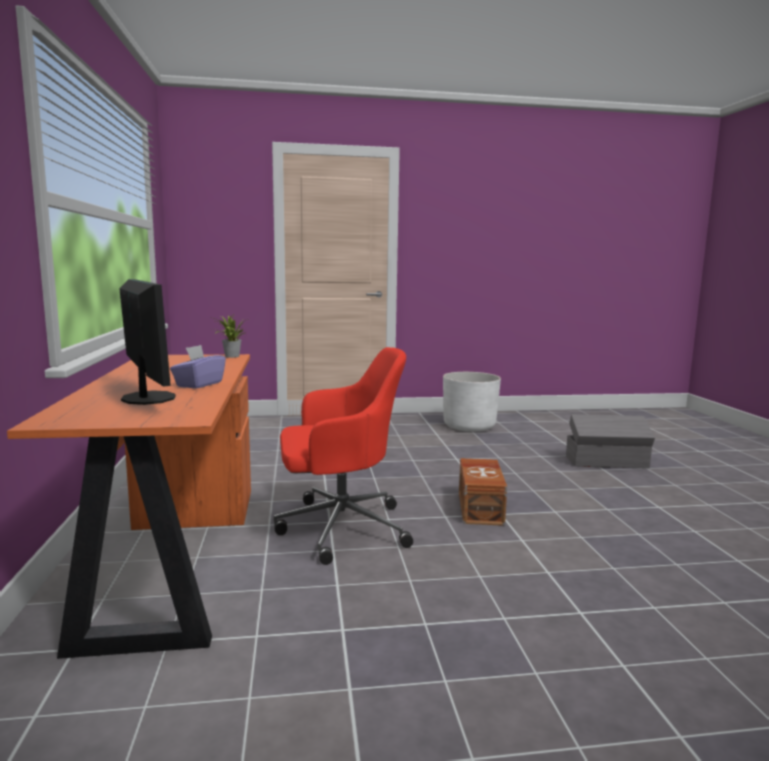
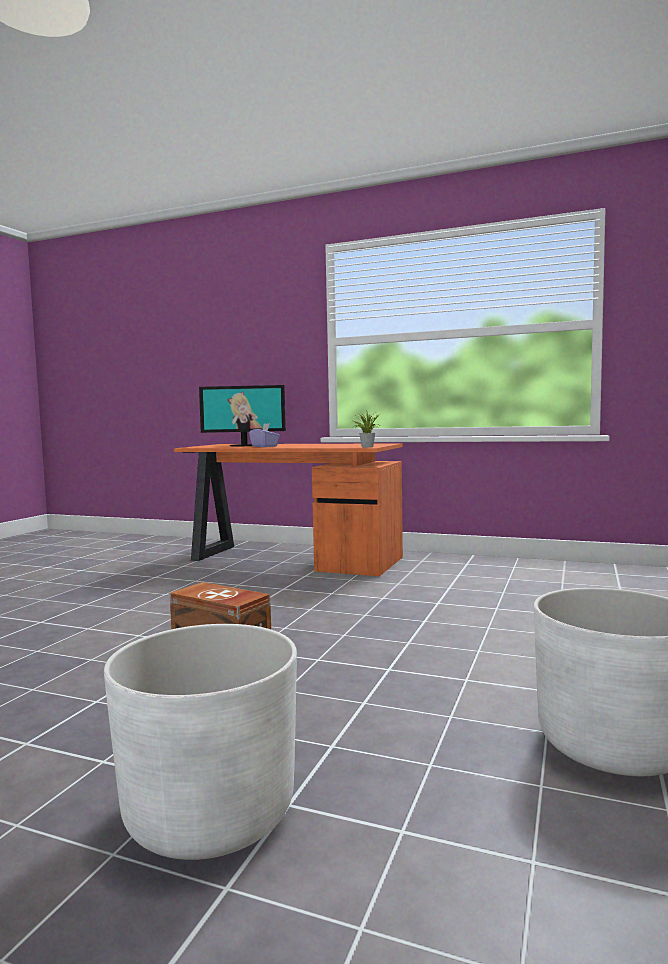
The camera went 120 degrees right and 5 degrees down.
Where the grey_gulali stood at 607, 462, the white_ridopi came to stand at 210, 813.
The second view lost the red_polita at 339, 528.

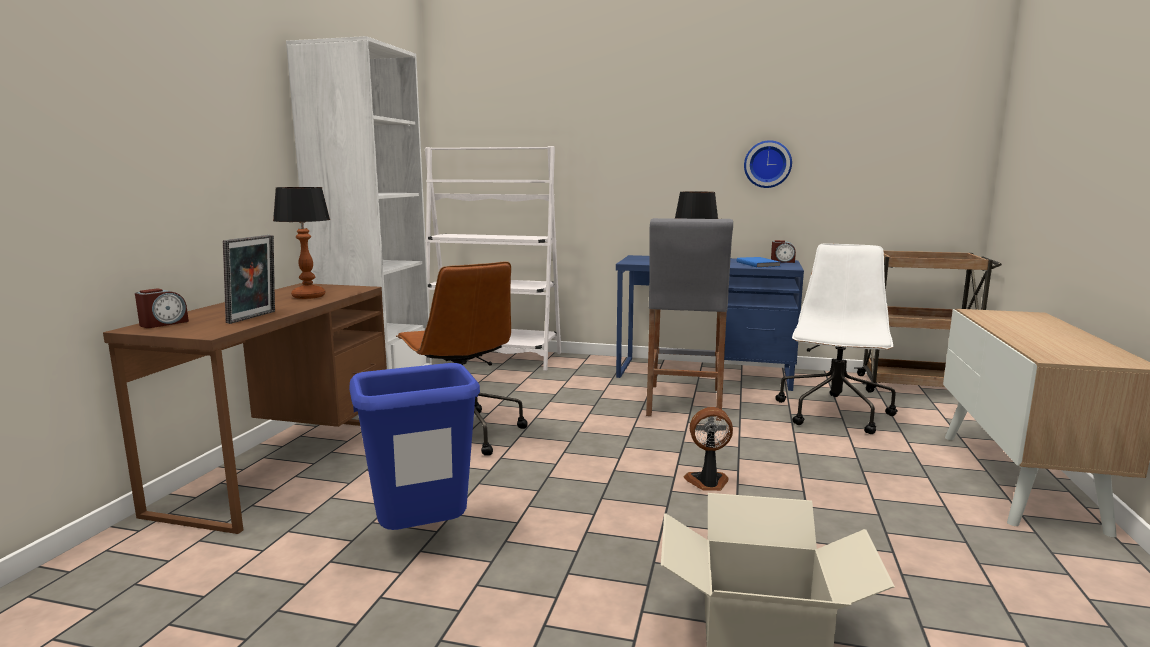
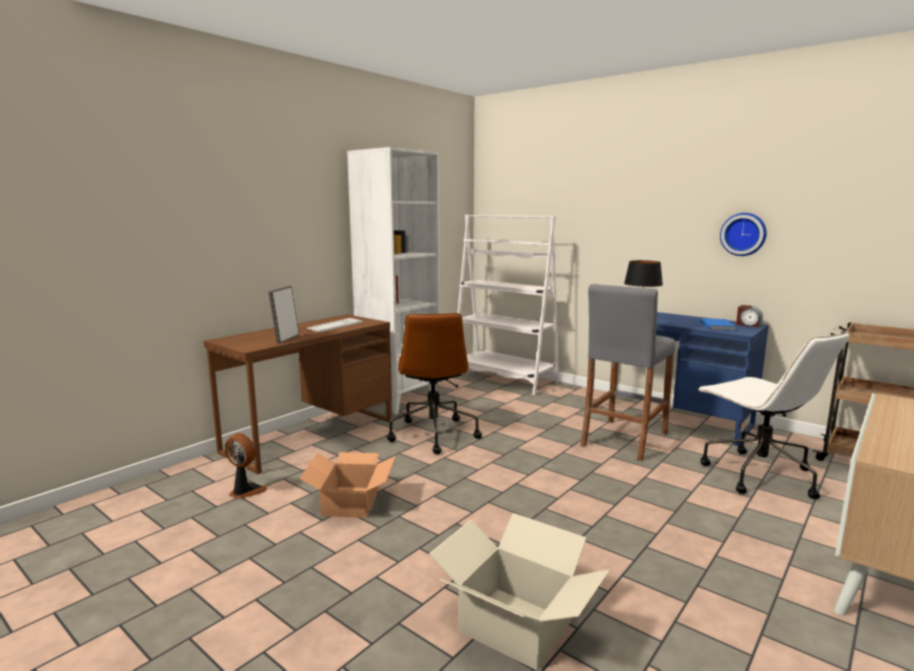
The camera went 25 degrees right and 0 degrees up.
The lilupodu ended up elsewhere, having gone from 707, 483 to 245, 491.
The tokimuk at 254, 317 ended up facing another way, 150 degrees clockwise from before.
Where the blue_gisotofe stood at 421, 539, the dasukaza came to stand at 350, 502.
Where the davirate stood at 308, 296, the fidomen came to stand at 336, 326.
The white_polita at 834, 414 ended up facing another way, 105 degrees clockwise from before.
The second view lost the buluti at 163, 323.

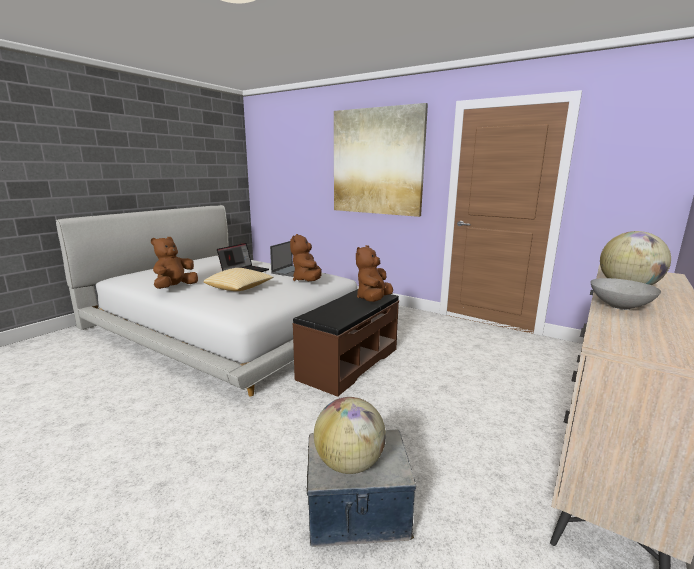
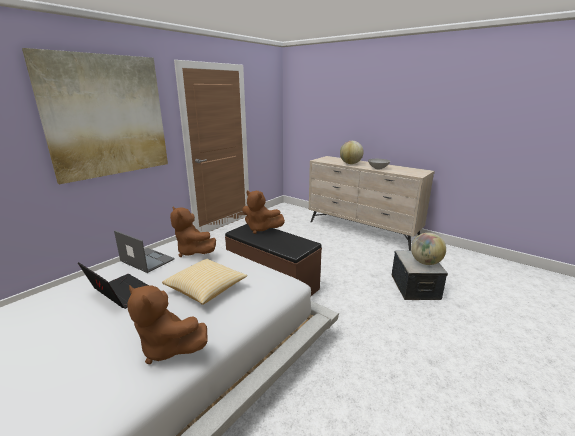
The camera went 85 degrees left and 5 degrees up.
The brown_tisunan at 307, 280 ended up facing another way, 45 degrees clockwise from before.

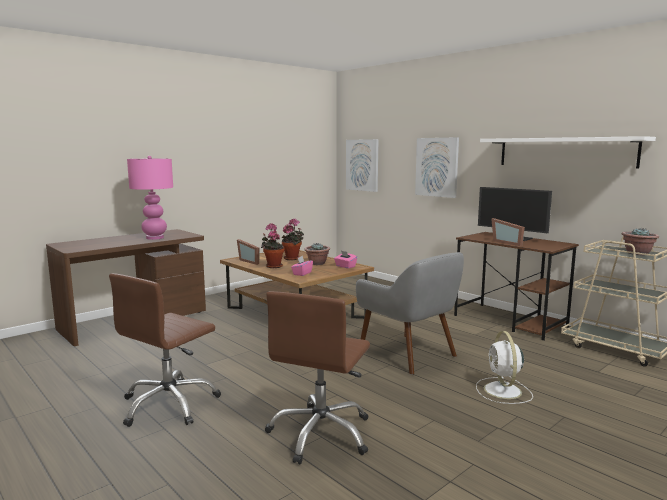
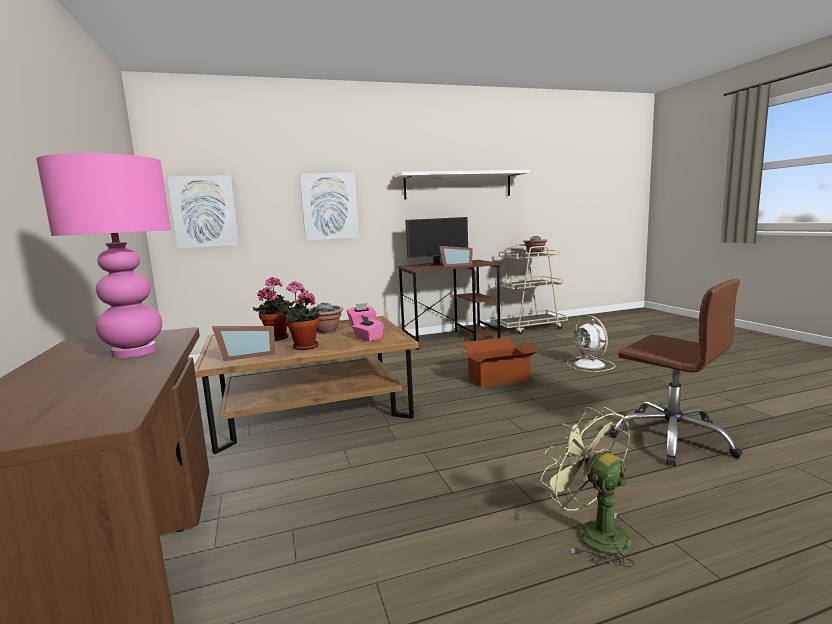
The camera went 65 degrees left and 0 degrees up.
Where the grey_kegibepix stood at 408, 354, the dasukaza came to stand at 499, 379.
Where the brown_polita stood at 169, 404, the green_lilupodu came to stand at 592, 533.
The white_lilupodu at 503, 391 ended up facing another way, 45 degrees clockwise from before.

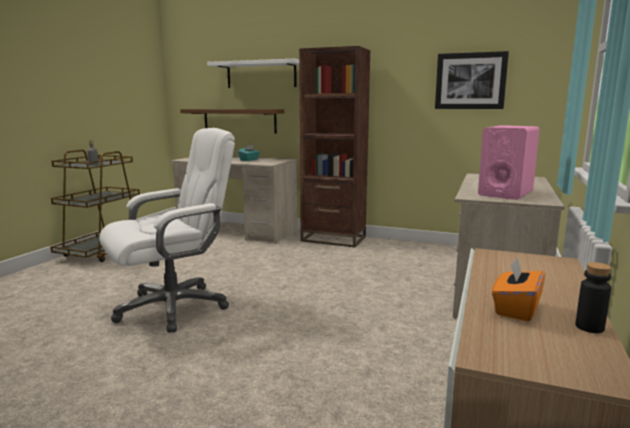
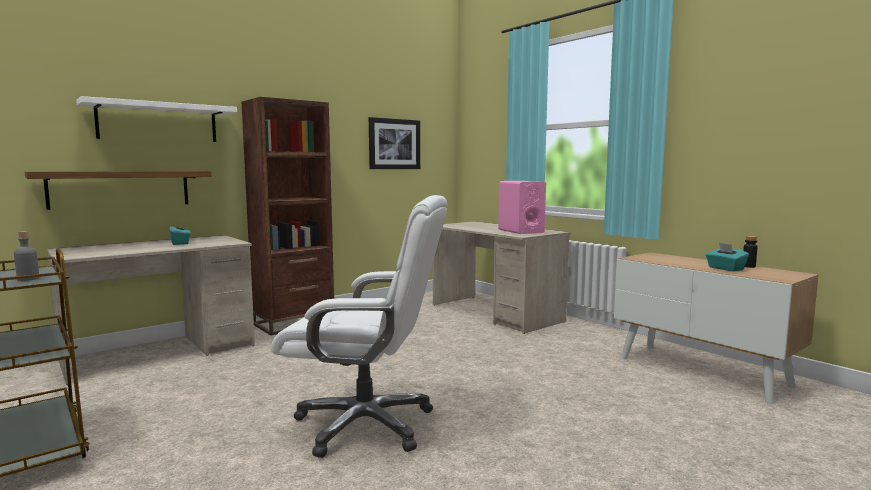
The camera went 60 degrees left and 5 degrees down.
The white_polita at 173, 307 ended up facing another way, 105 degrees clockwise from before.
What was the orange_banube at 516, 309 turned into the turquoise_banube at 725, 269.

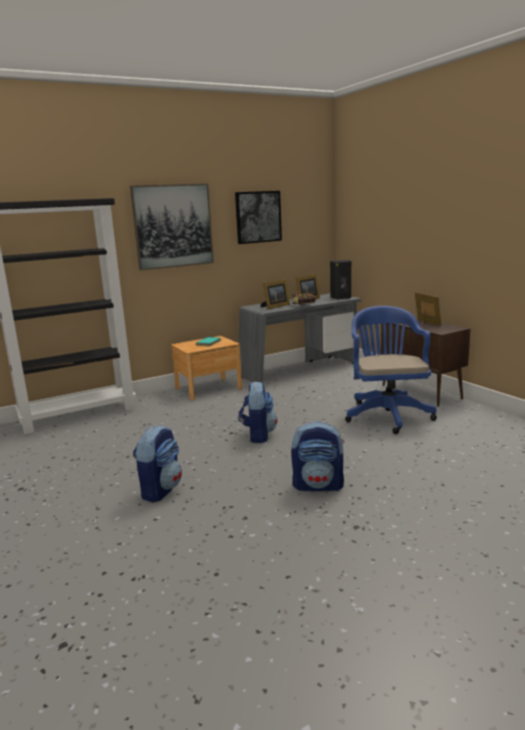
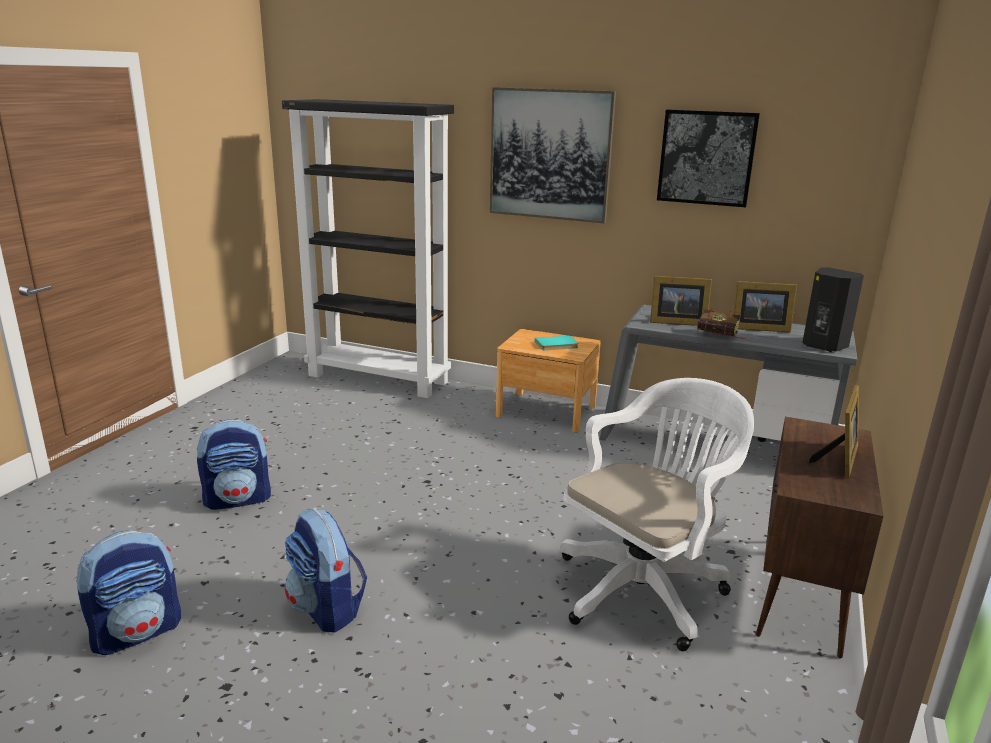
The camera went 50 degrees right and 5 degrees up.
The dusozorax ended up elsewhere, having gone from 258, 435 to 137, 632.
What was the blue_polita at 387, 414 turned into the white_polita at 645, 587.

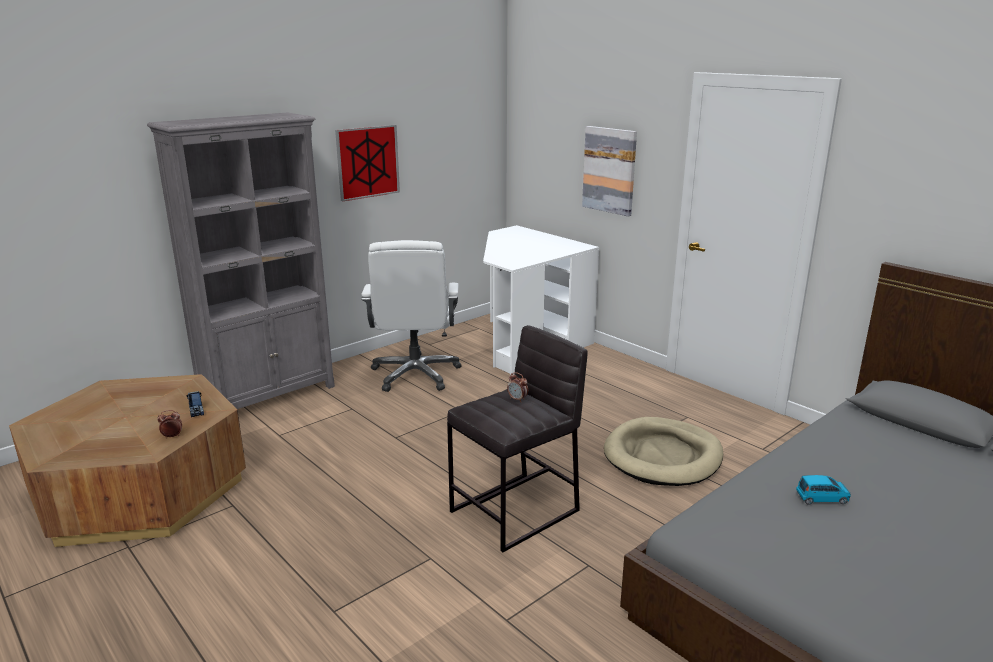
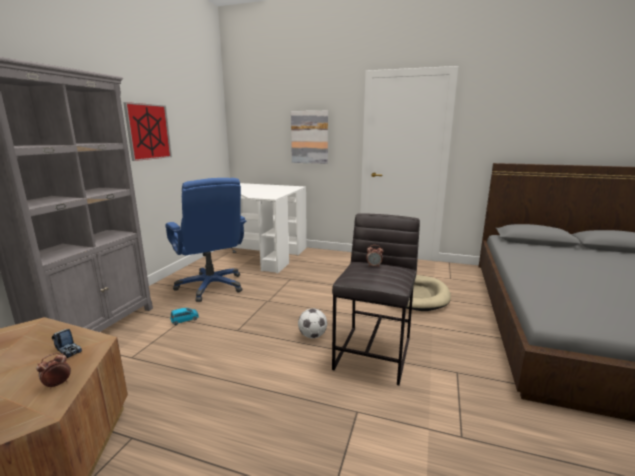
The camera went 30 degrees left and 5 degrees down.
What was the white_polita at 415, 374 turned into the blue_polita at 211, 286.
The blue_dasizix ended up elsewhere, having gone from 822, 498 to 185, 320.
The second view gained the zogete at 312, 336.

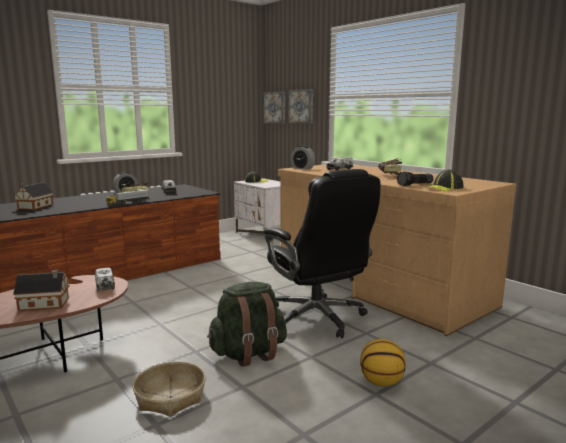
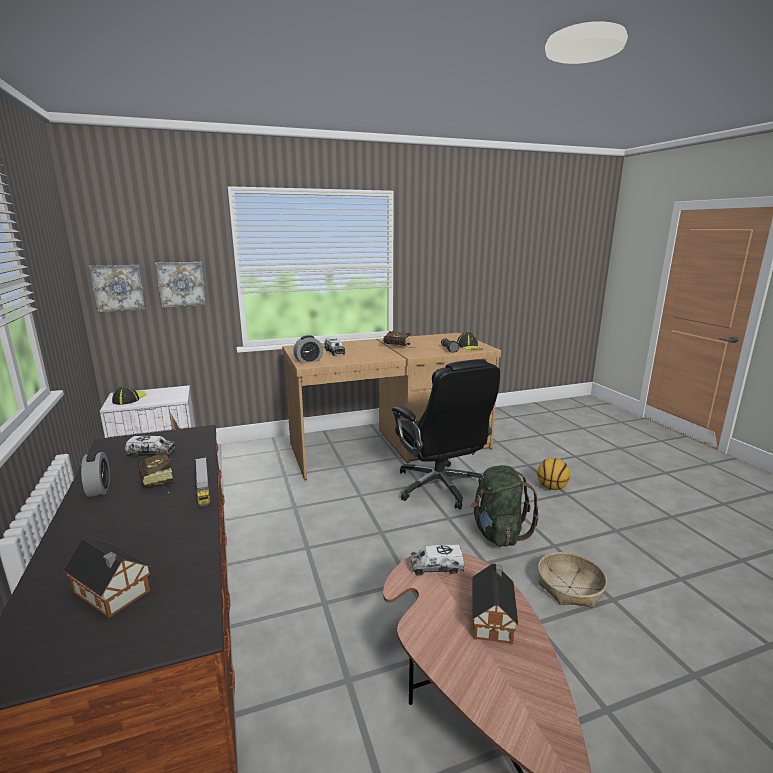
The camera went 70 degrees left and 5 degrees up.
The black_polita at 318, 318 ended up facing another way, 75 degrees clockwise from before.

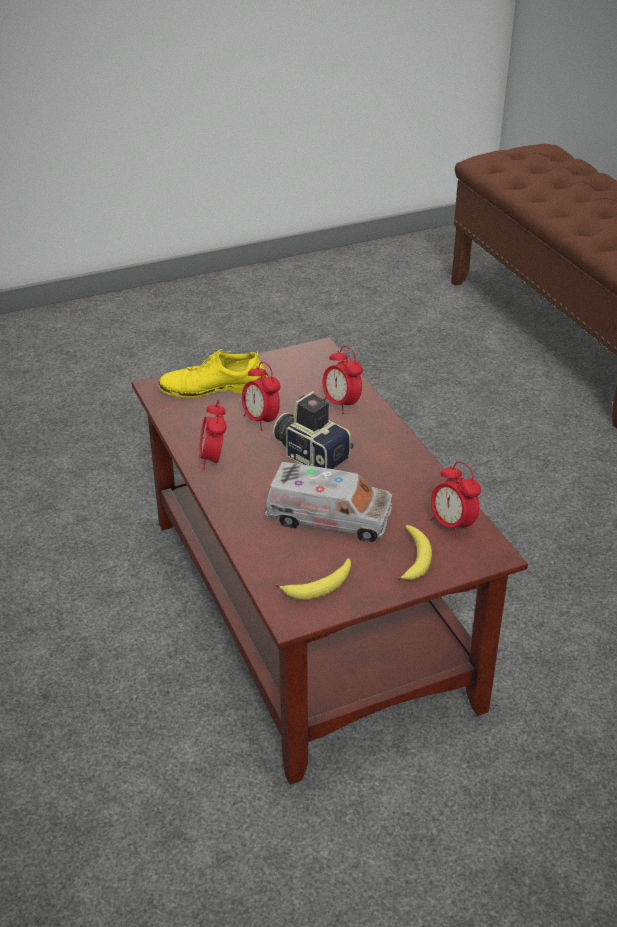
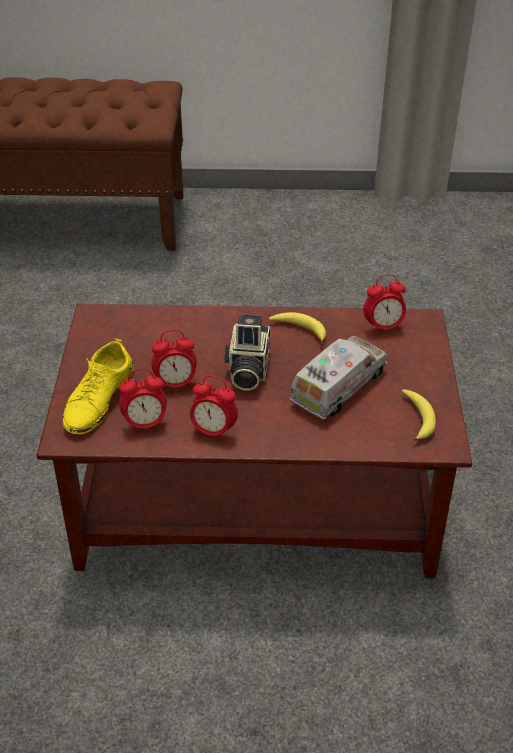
The camera went 65 degrees left and 5 degrees up.
The buluti ended up elsewhere, having gone from 341, 404 to 145, 424.
The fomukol at 311, 454 ended up facing another way, 60 degrees counterclockwise from before.
The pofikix ended up elsewhere, having gone from 414, 558 to 300, 329.

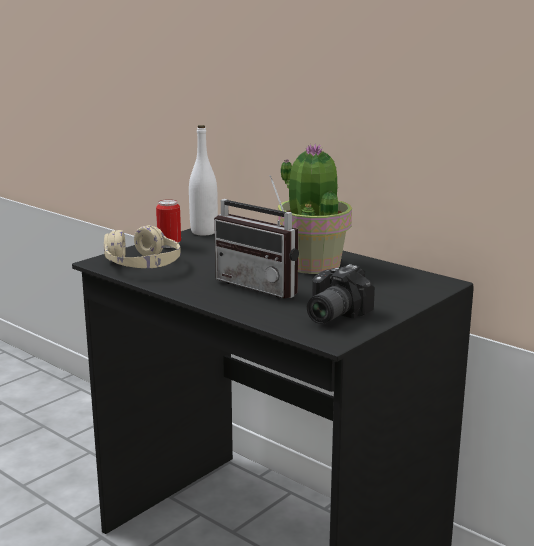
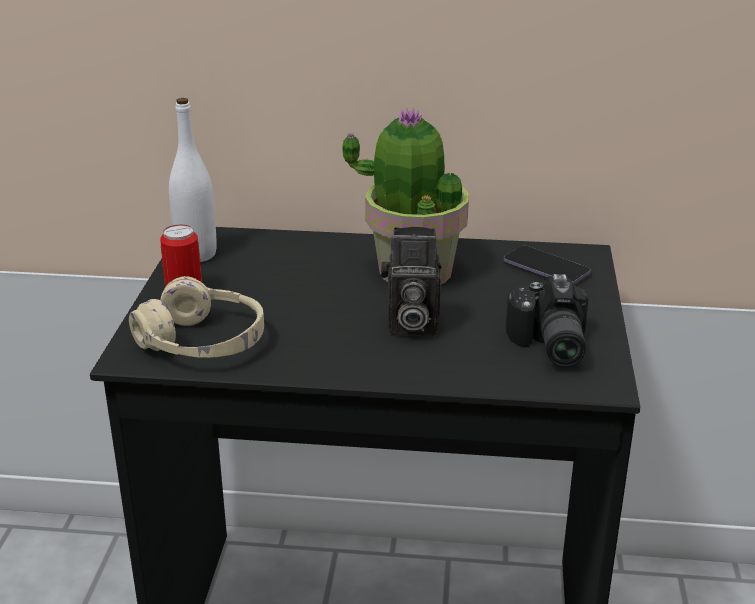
The camera went 35 degrees left and 10 degrees up.
Where the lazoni stood at 263, 286, the fomukol came to stand at 409, 326.
The second view gained the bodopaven at 546, 268.

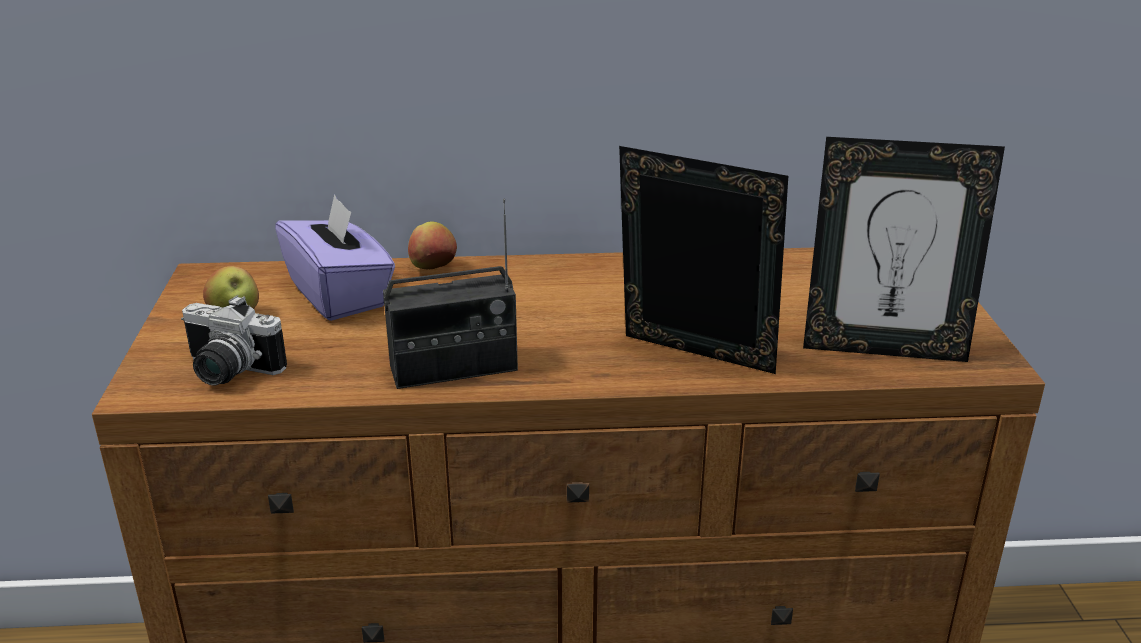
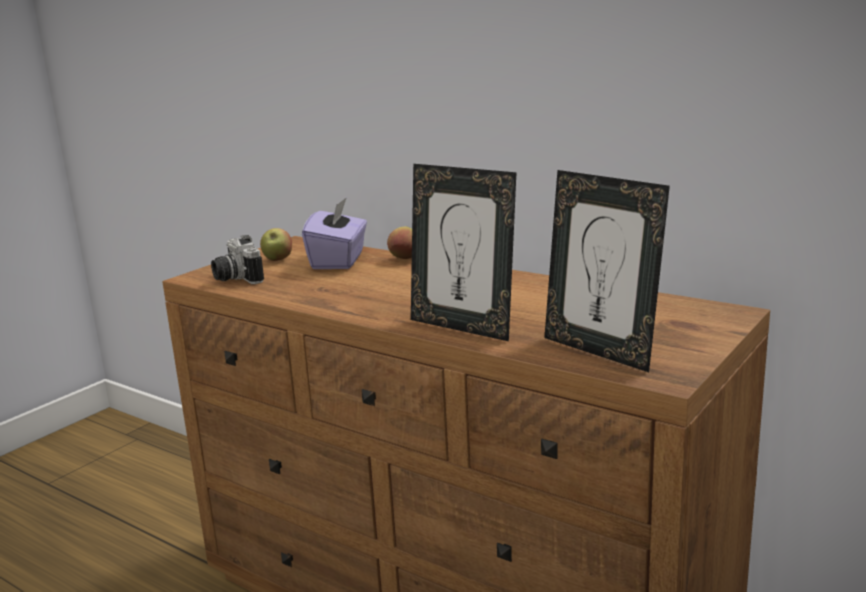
The camera went 40 degrees right and 10 degrees down.
The tokimuk at 693, 360 ended up facing another way, 150 degrees clockwise from before.
The second view lost the lazoni at 453, 368.

